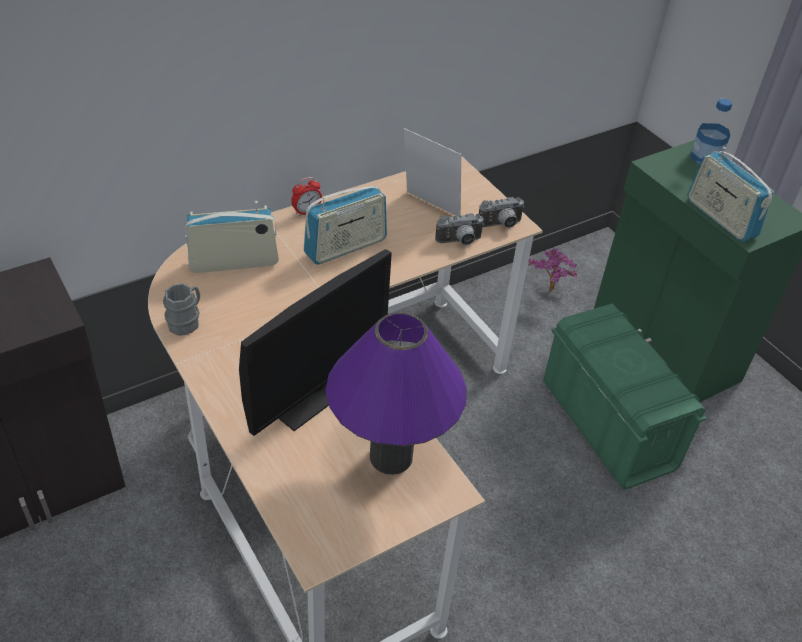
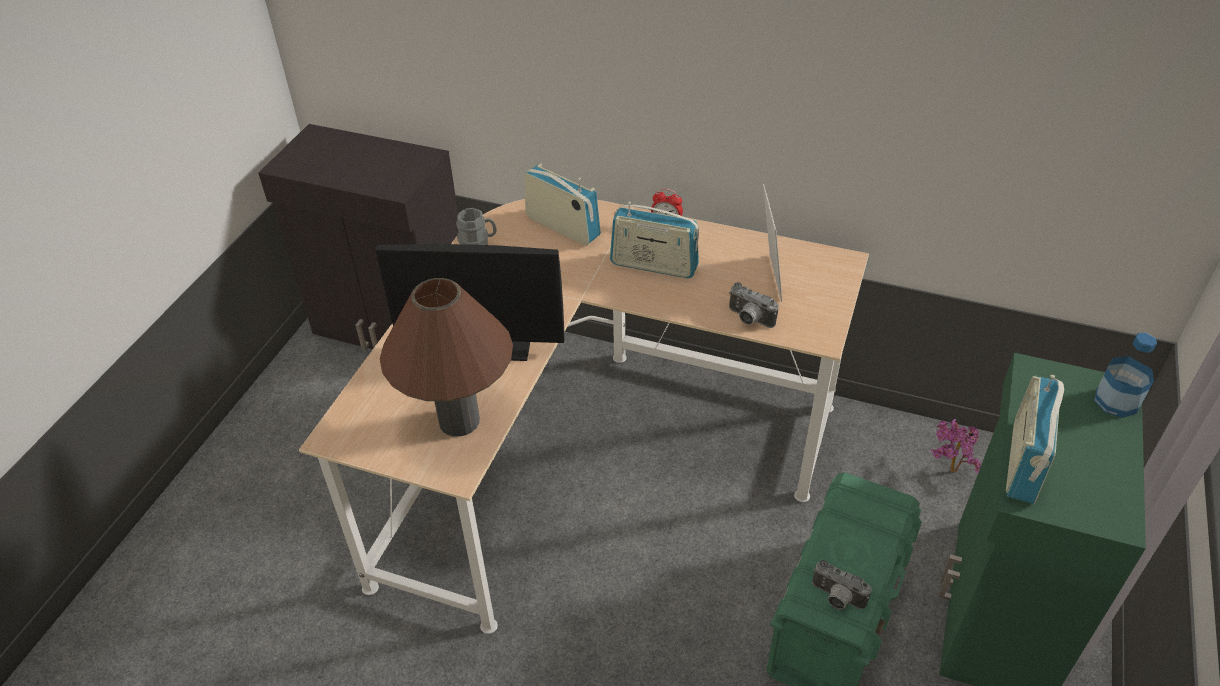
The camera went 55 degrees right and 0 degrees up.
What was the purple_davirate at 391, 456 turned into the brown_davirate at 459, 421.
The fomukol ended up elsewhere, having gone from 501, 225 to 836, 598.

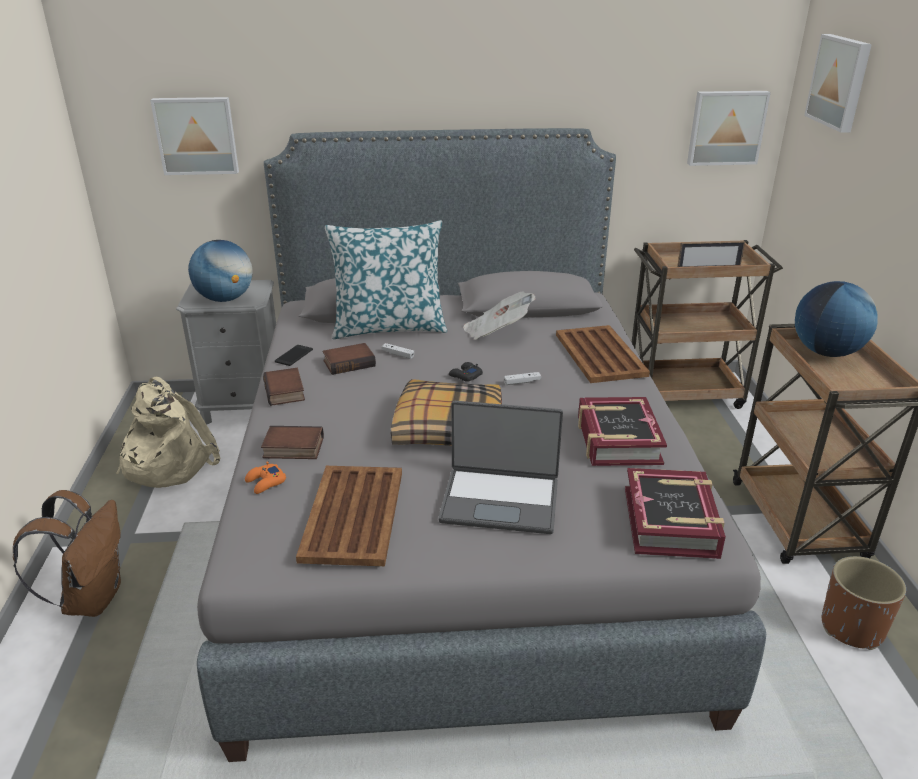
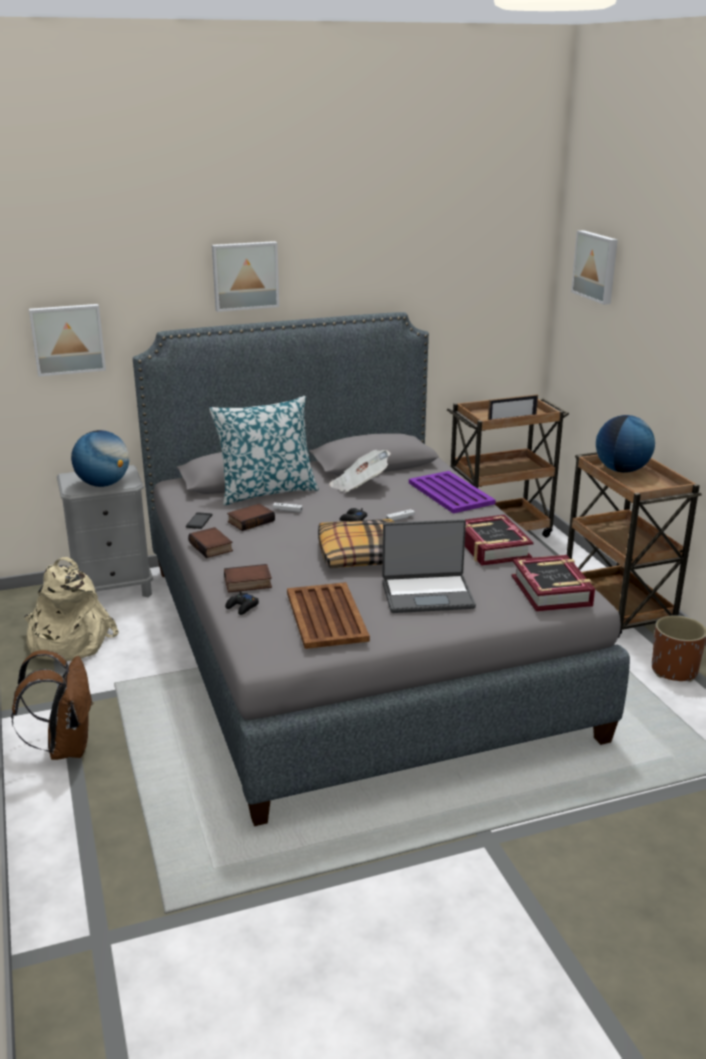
The camera went 15 degrees left and 5 degrees down.
The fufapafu ended up elsewhere, having gone from 726, 127 to 245, 275.
What was the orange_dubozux at 265, 482 turned into the black_dubozux at 242, 607.
What was the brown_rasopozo at 600, 354 turned into the purple_rasopozo at 450, 493.

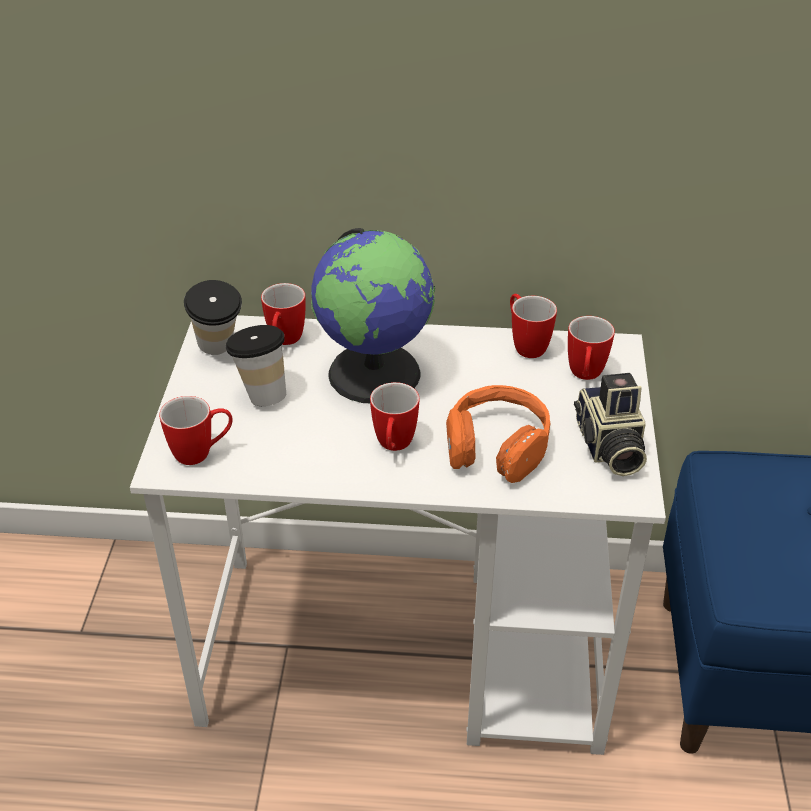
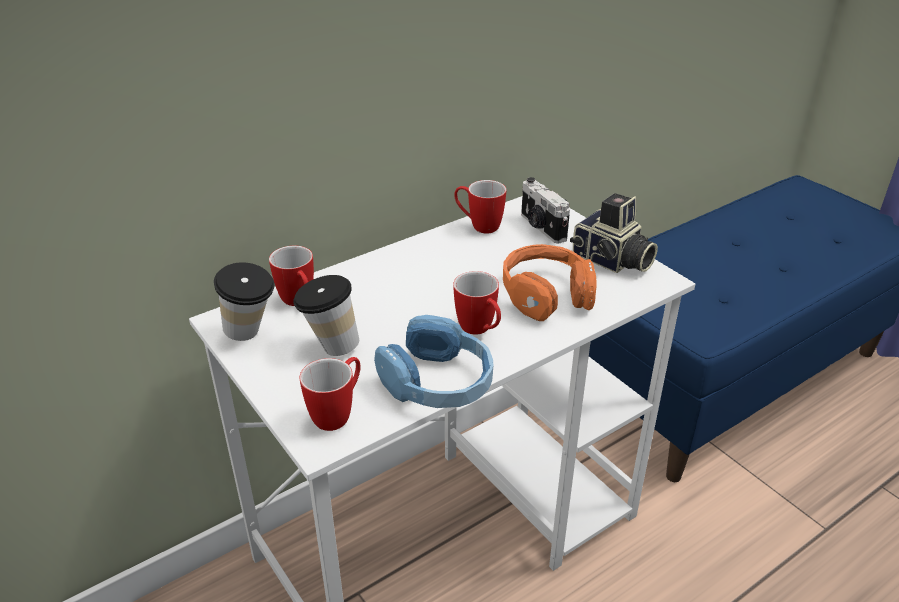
The camera went 40 degrees left and 5 degrees down.
The second view gained the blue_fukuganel at 437, 382.
Where the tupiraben stood at 585, 376, the fomukol came to stand at 541, 227.
The second view lost the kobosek at 376, 372.

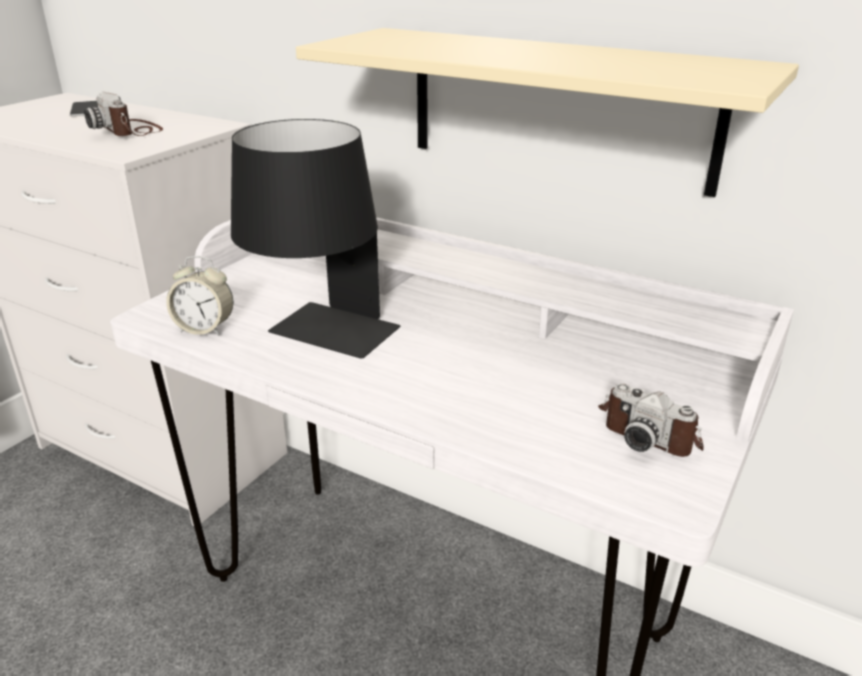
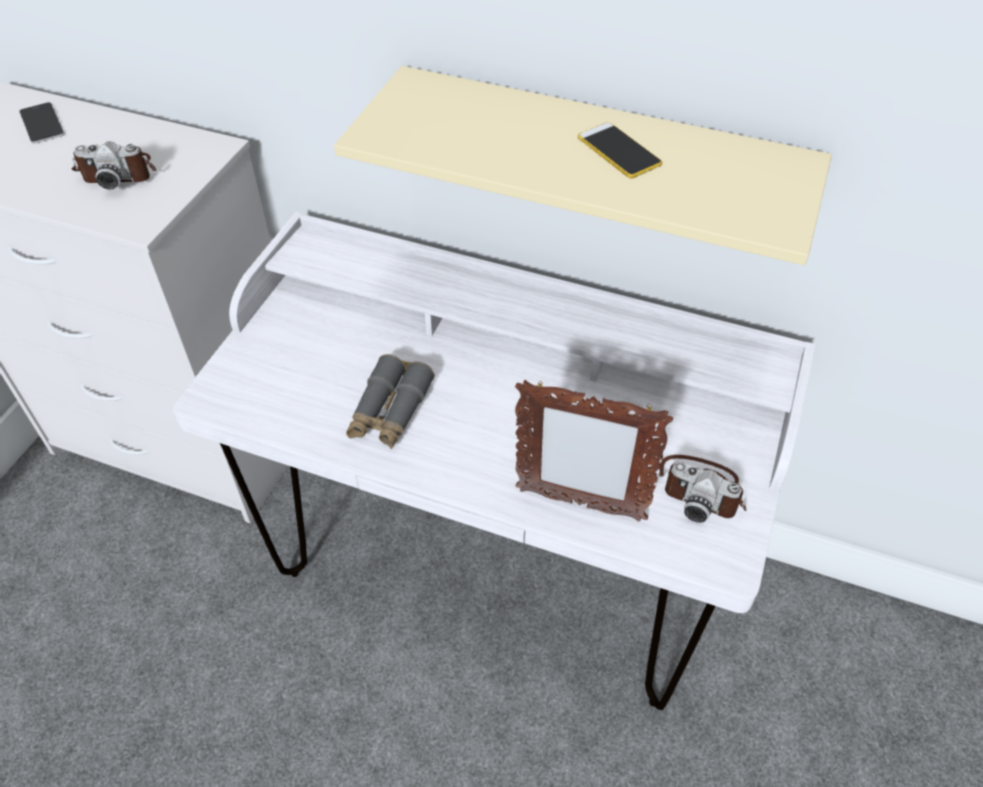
The camera went 10 degrees left and 20 degrees up.
The fomukol at 129, 130 ended up facing another way, 45 degrees counterclockwise from before.
Where the black_davirate stood at 320, 340, the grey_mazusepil came to stand at 390, 411.
The second view gained the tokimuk at 579, 504.
The second view gained the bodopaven at 618, 151.
The second view lost the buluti at 205, 329.

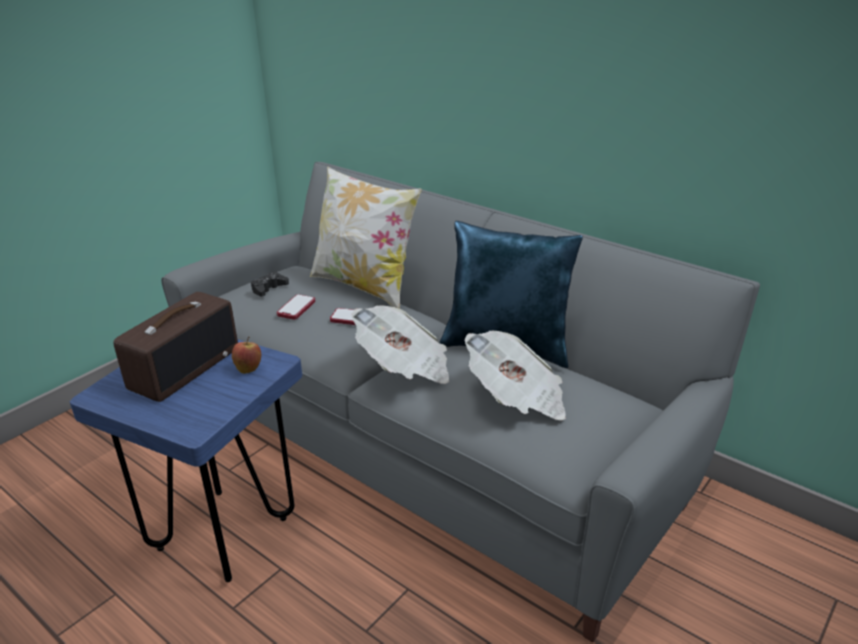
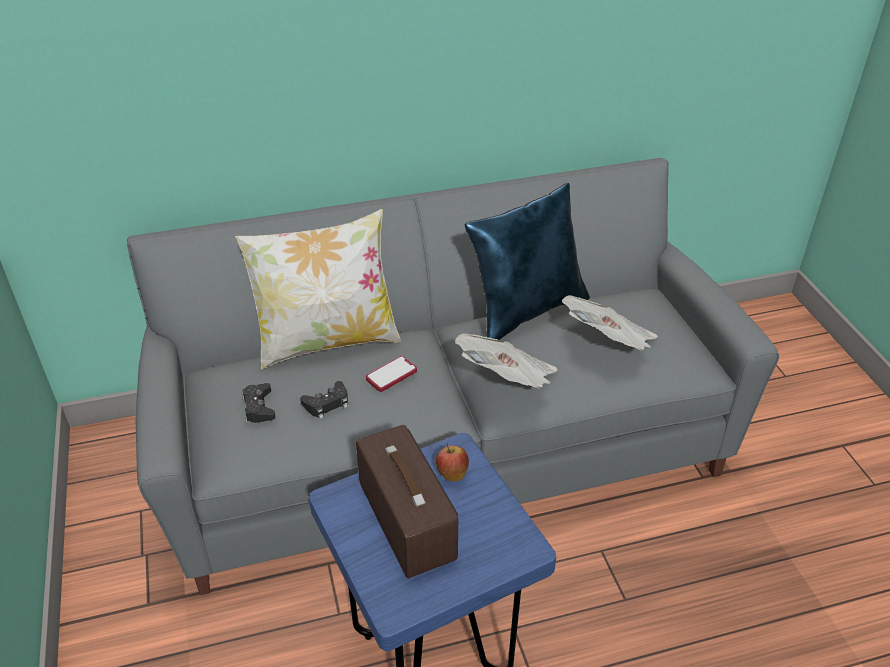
The camera went 55 degrees left and 10 degrees up.
Where the bodopaven stood at 296, 308, the black_dubozux came to stand at 327, 404.

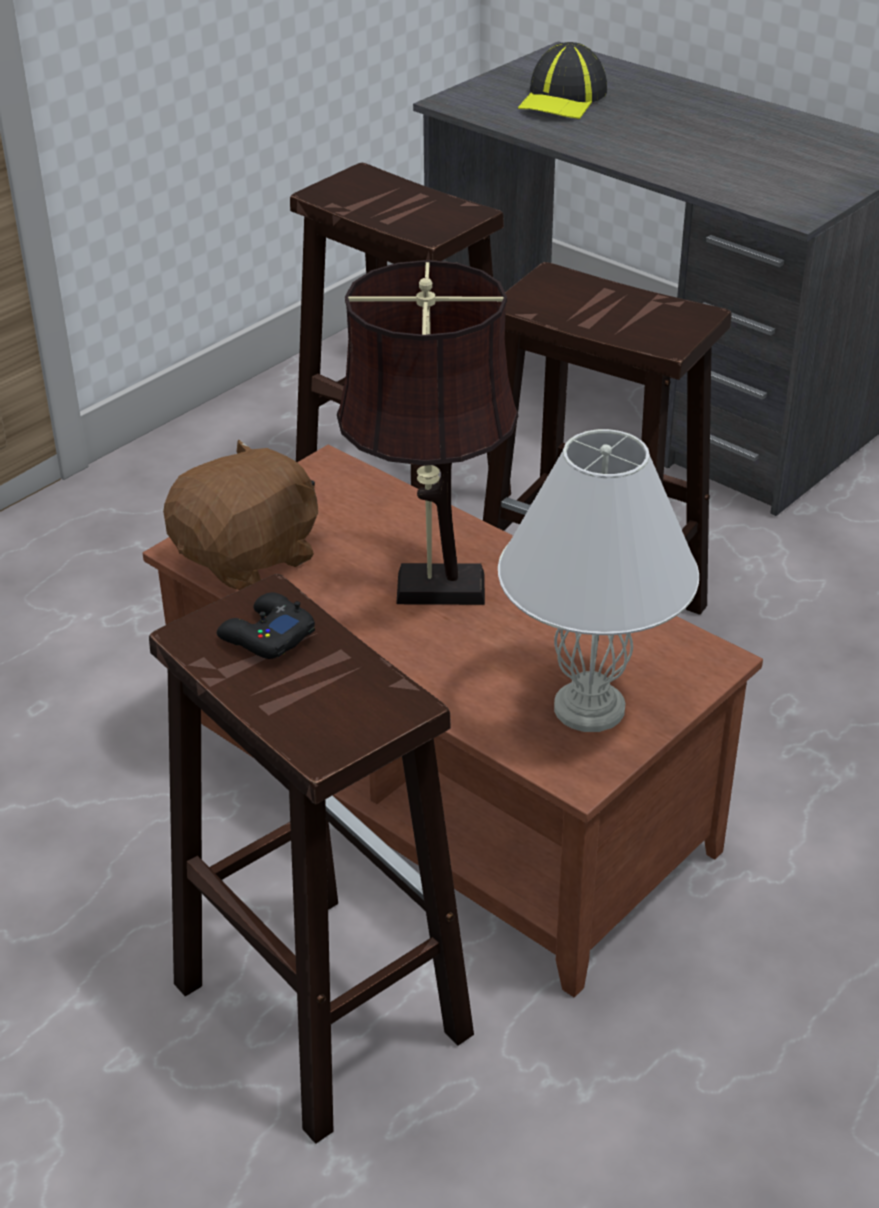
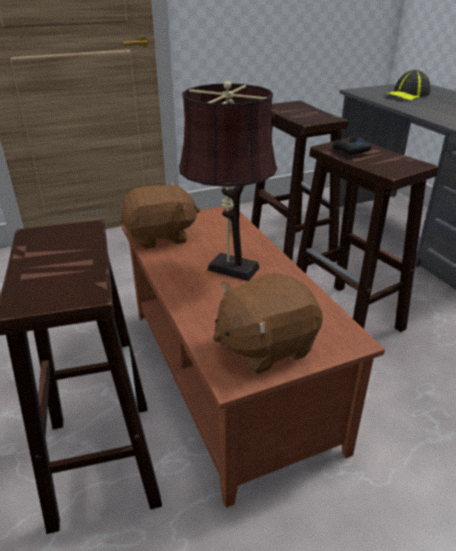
The camera went 25 degrees right and 5 degrees down.
Where the white_davirate stood at 591, 708, the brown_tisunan came to stand at 265, 346.
The black_dubozux ended up elsewhere, having gone from 266, 636 to 351, 150.

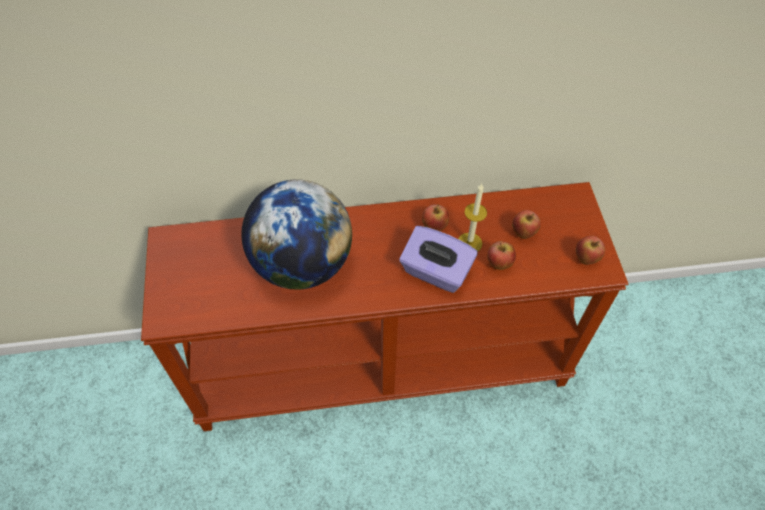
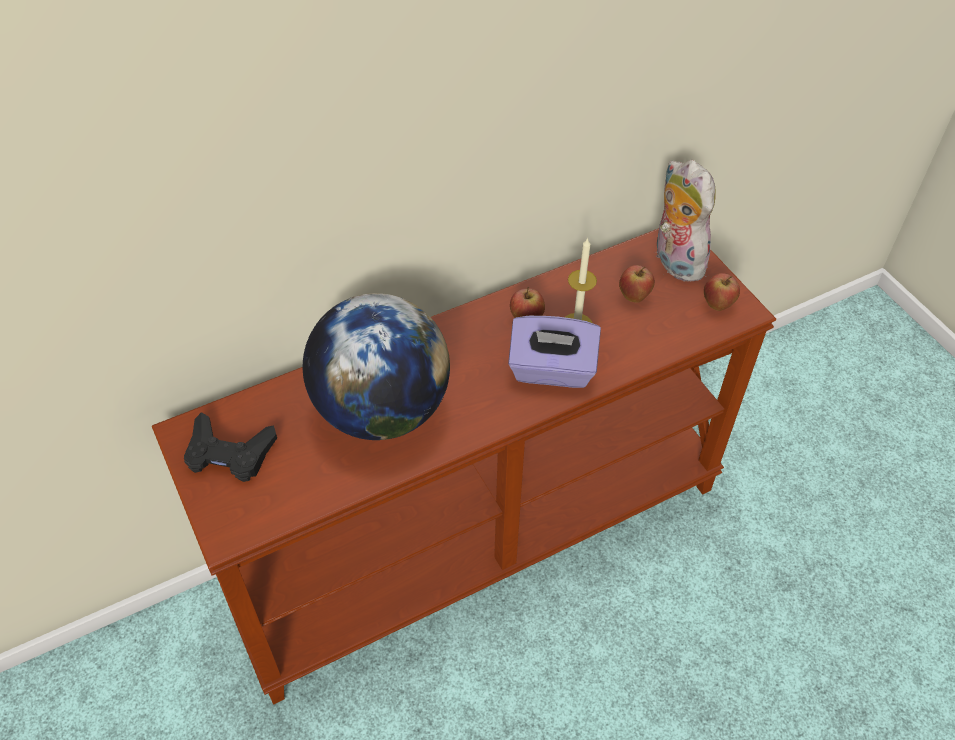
The camera went 20 degrees left and 5 degrees down.
The second view gained the black_dubozux at 229, 453.
The second view gained the tisunan at 674, 260.
The second view lost the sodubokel at 498, 264.

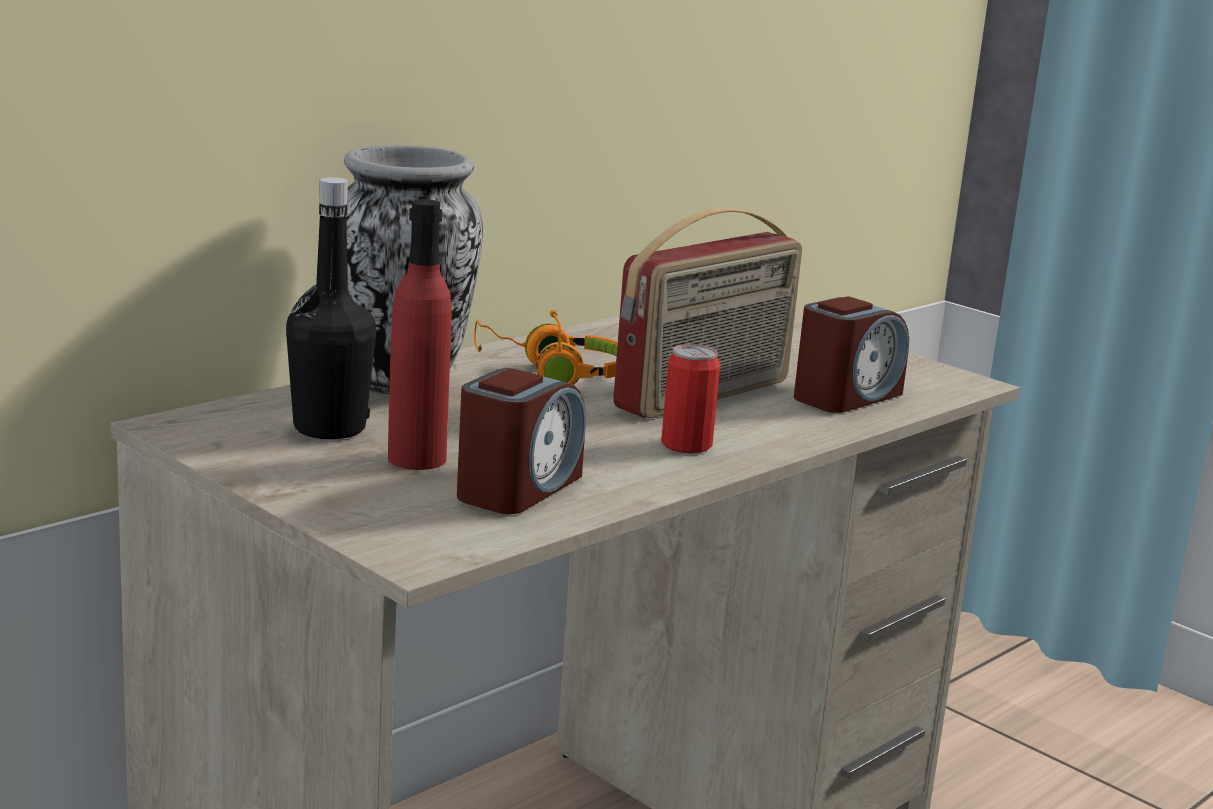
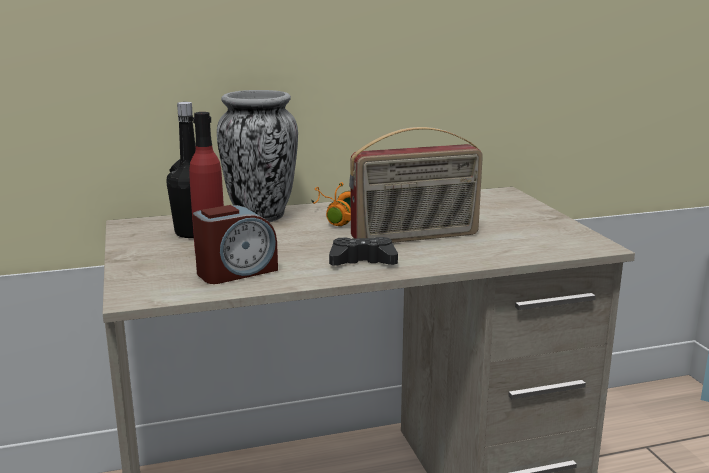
The camera went 30 degrees right and 0 degrees up.
Where the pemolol stood at 686, 445, the black_dubozux came to stand at 362, 261.
The second view lost the buluti at 846, 396.

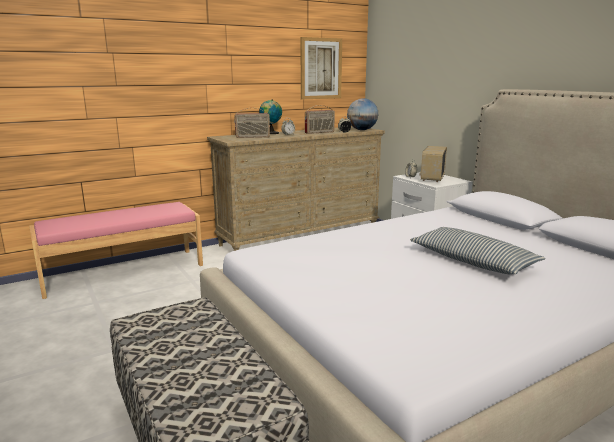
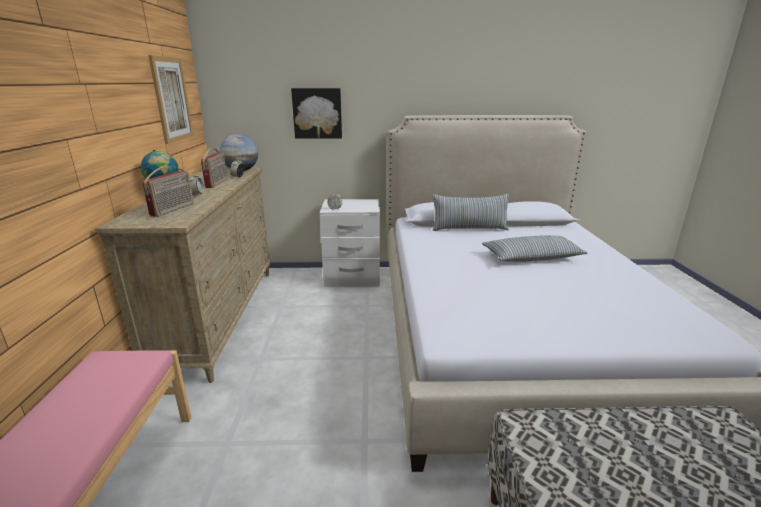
The camera went 60 degrees left and 5 degrees up.
The second view gained the fufapafu at 317, 113.
The second view gained the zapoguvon at 469, 229.
The second view lost the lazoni at 432, 178.

